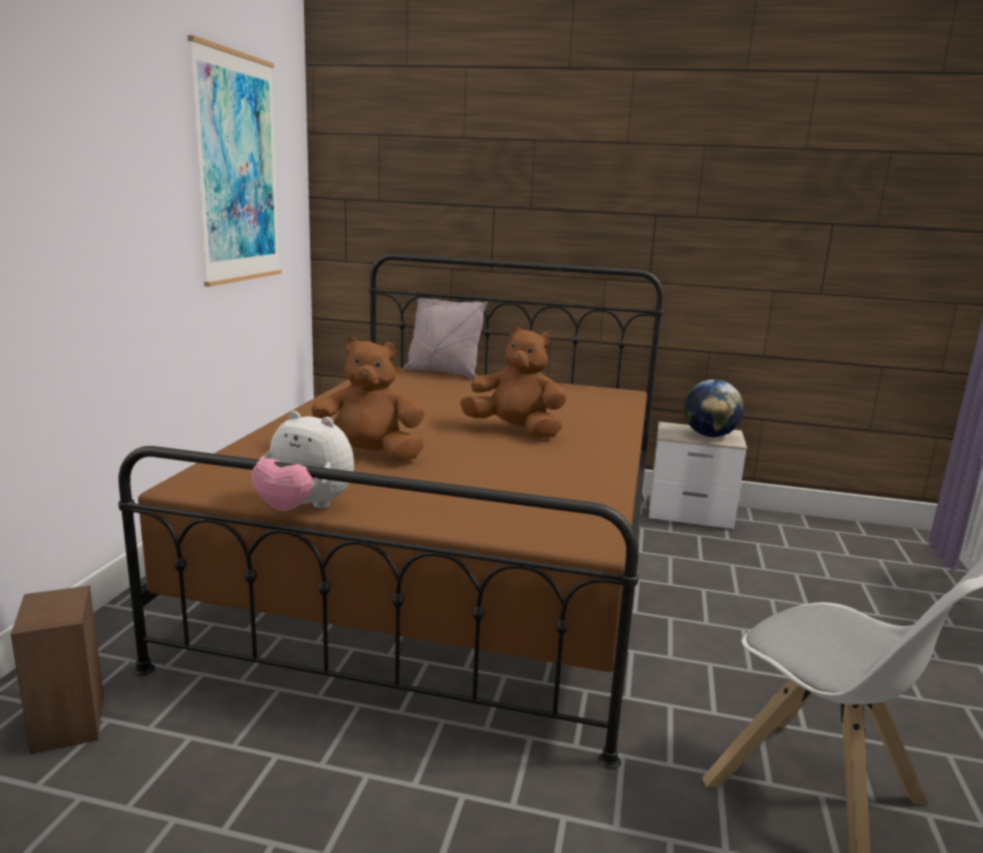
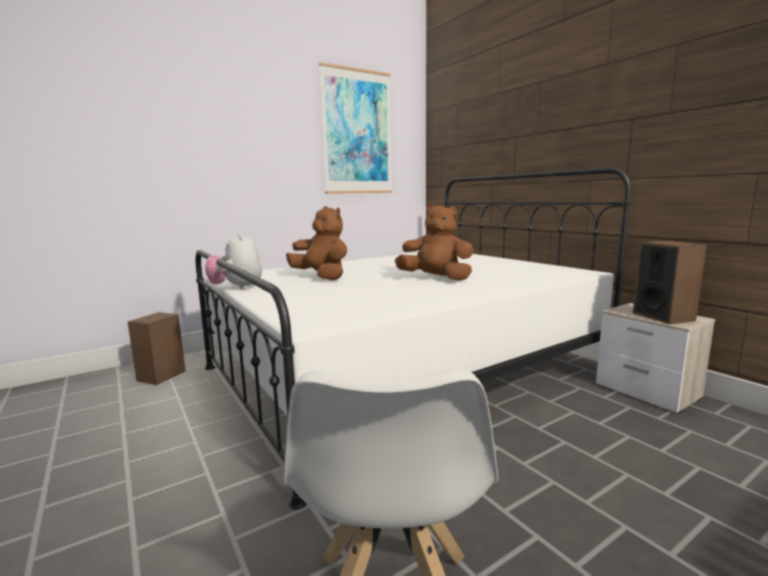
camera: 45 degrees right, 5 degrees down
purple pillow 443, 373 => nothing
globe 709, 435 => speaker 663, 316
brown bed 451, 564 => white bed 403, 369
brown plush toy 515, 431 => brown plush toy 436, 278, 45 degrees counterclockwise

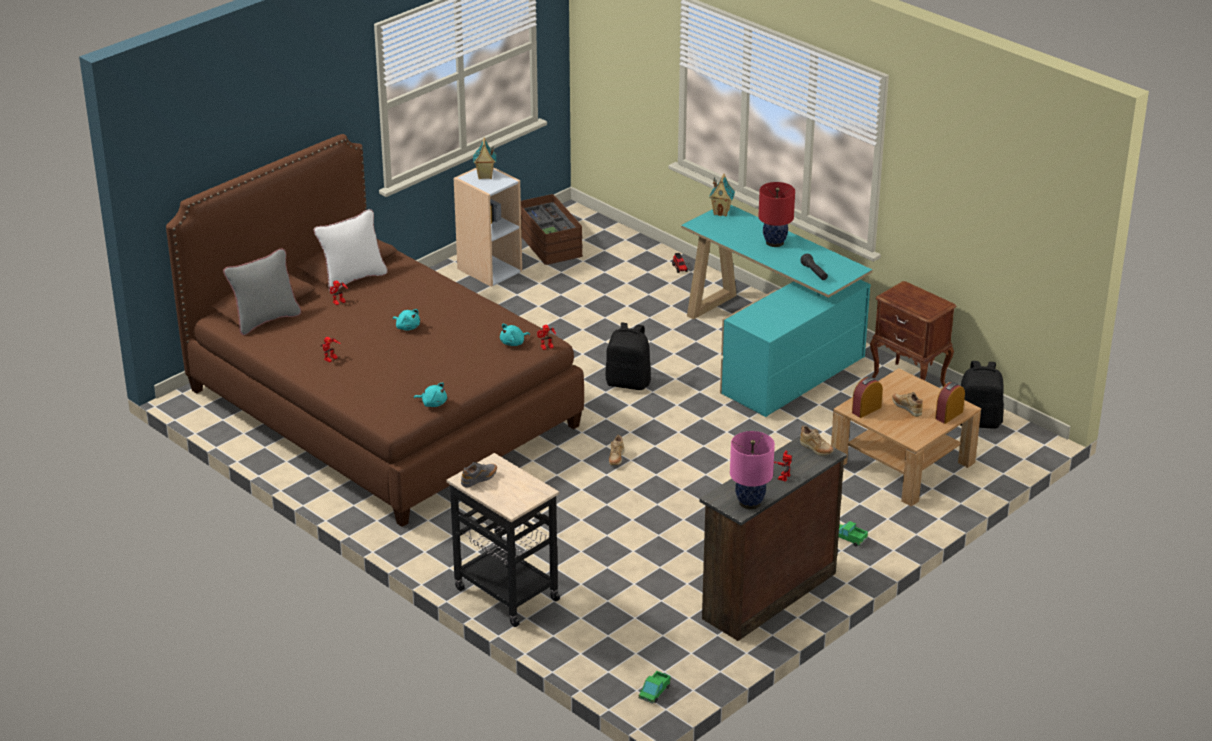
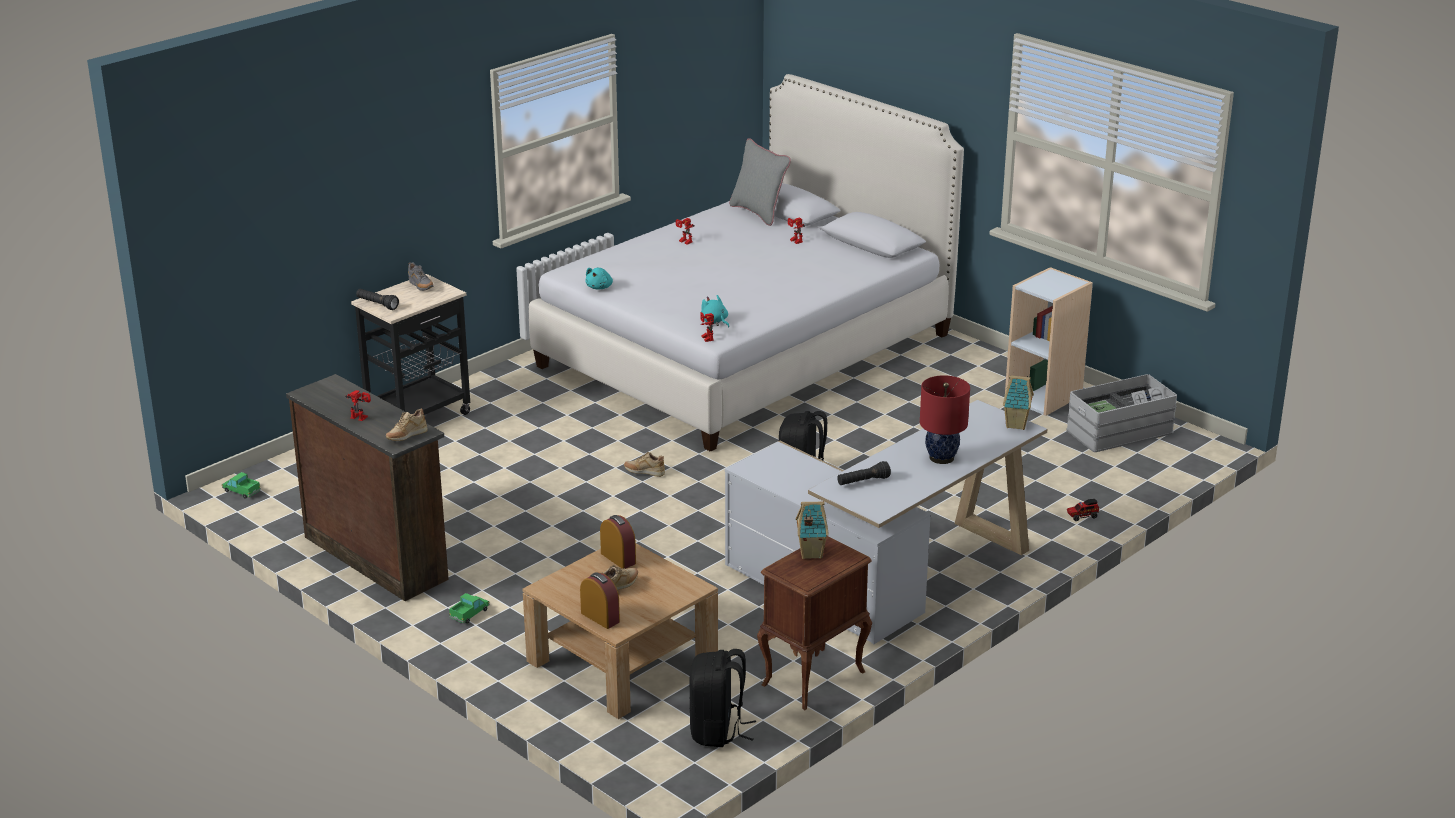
camera: 90 degrees right, 5 degrees down
white pillow 353, 279 => nothing
turquoise plush toy 407, 327 => nothing
pink table lamp 750, 502 => nothing
nothing => black flashlight 377, 304
toy house 485, 176 => toy house 810, 553, move
brown bed 381, 408 => white bed 746, 349
brown storage box 548, 243 => grey storage box 1119, 430
turquoise desk 771, 350 => white desk 885, 576

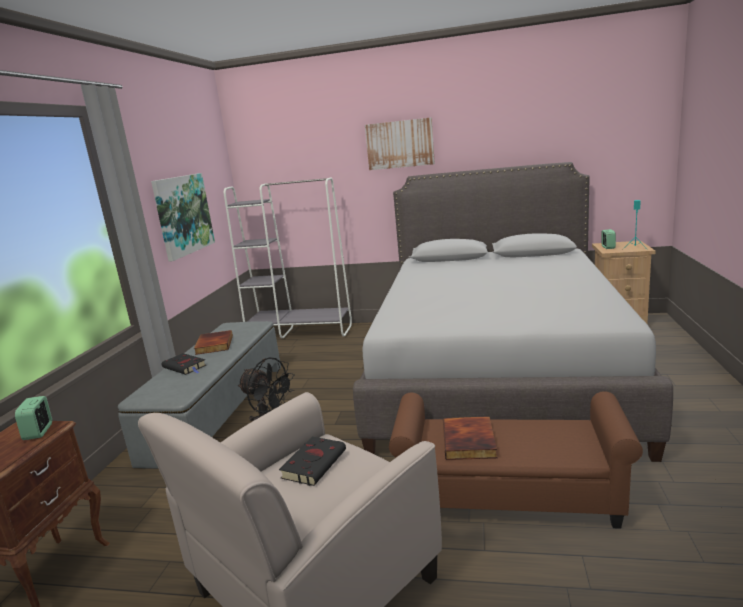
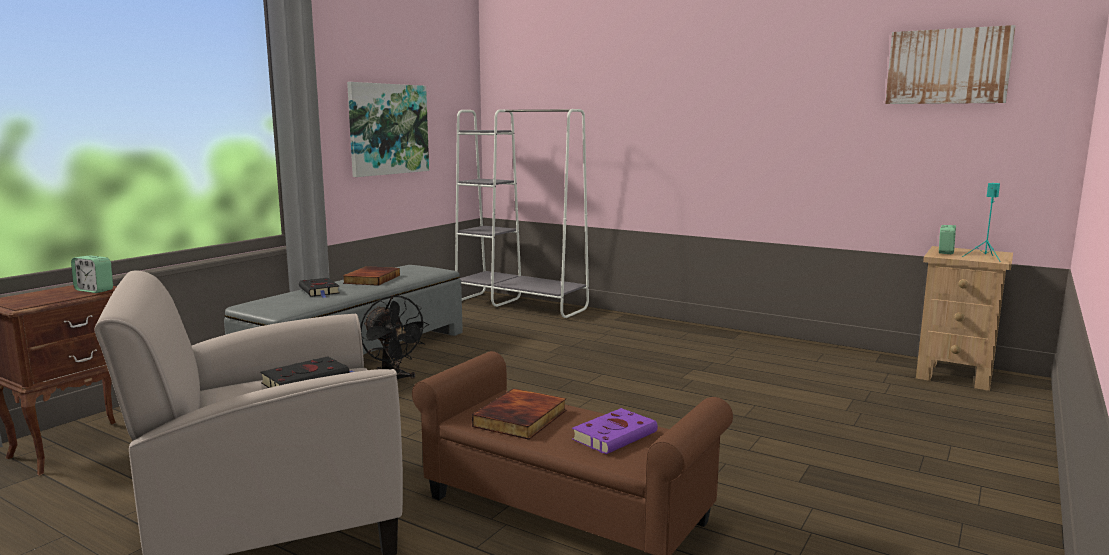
camera: 20 degrees right, 5 degrees down
grey bed 497, 371 => nothing
nothing => purple book 616, 435
picture 400, 144 => picture 947, 66, move
alarm clock 39, 432 => alarm clock 94, 290, 75 degrees counterclockwise

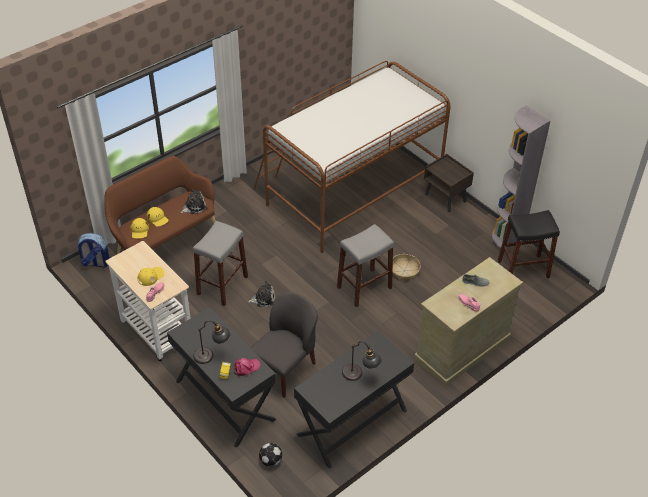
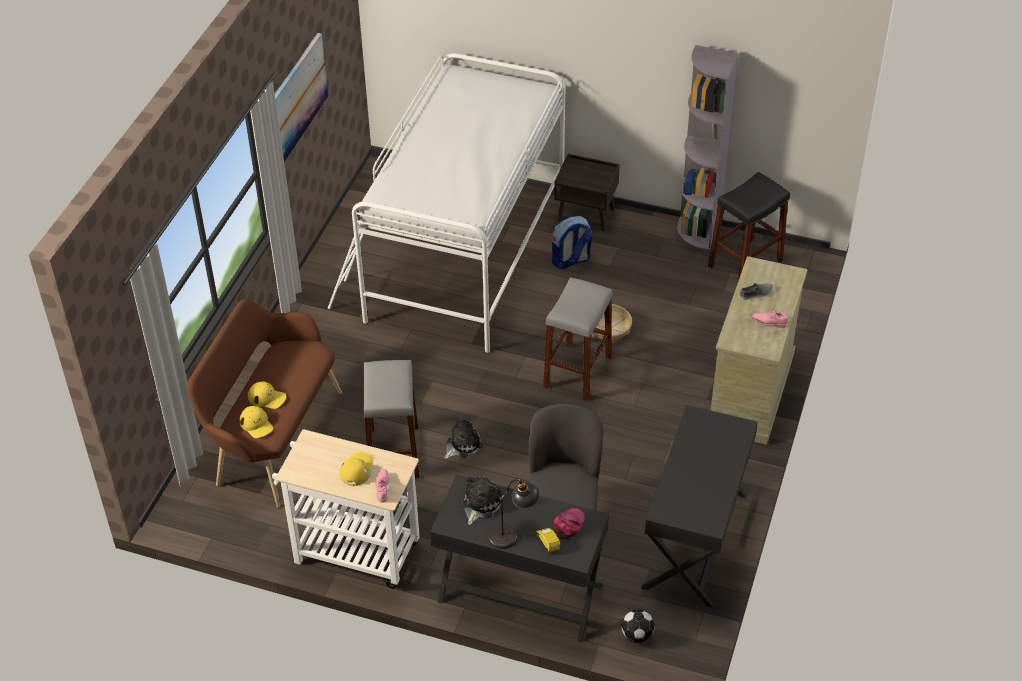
camera: 30 degrees left, 0 degrees up
grey table lamp 360, 375 => nothing
nothing => picture 297, 98
backpack 95, 263 => backpack 571, 261, move
plush toy 194, 206 => plush toy 480, 504, move
brown bed 351, 193 => white bed 463, 258

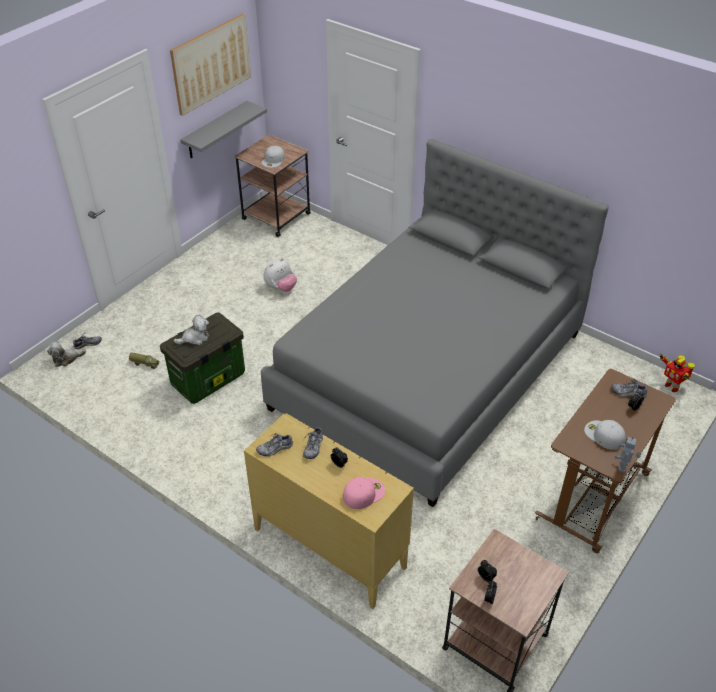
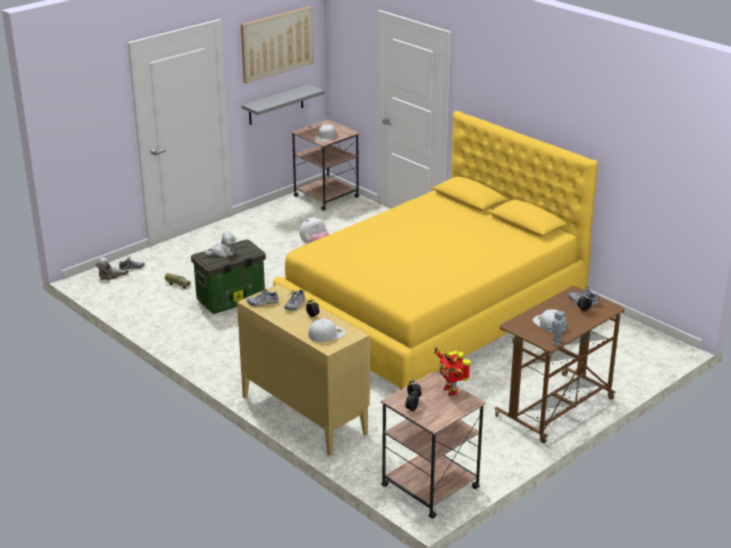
camera: 10 degrees right, 15 degrees down
toy robot 671, 386 => toy robot 451, 390, move
grey bed 429, 370 => yellow bed 433, 312
pink cap 364, 493 => white cap 327, 333

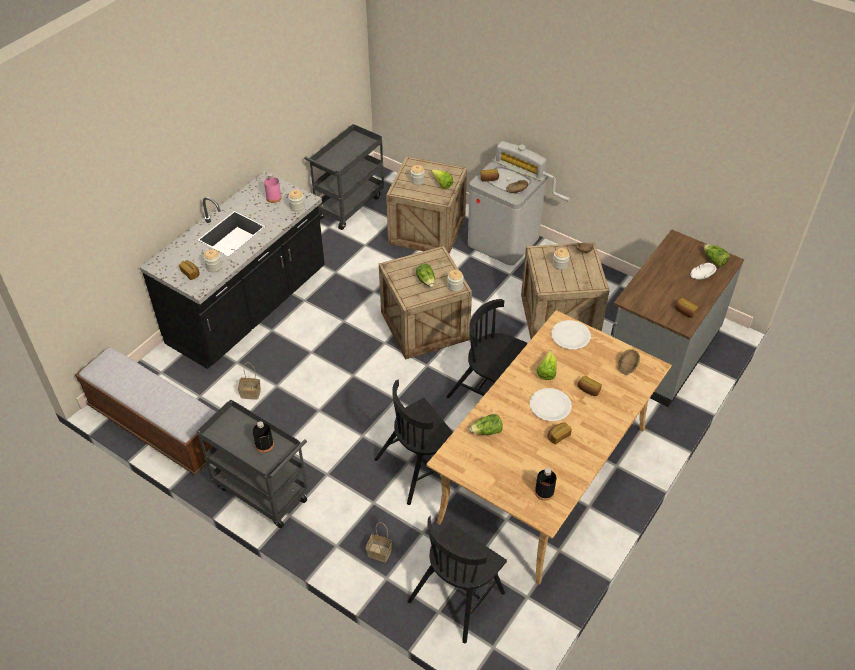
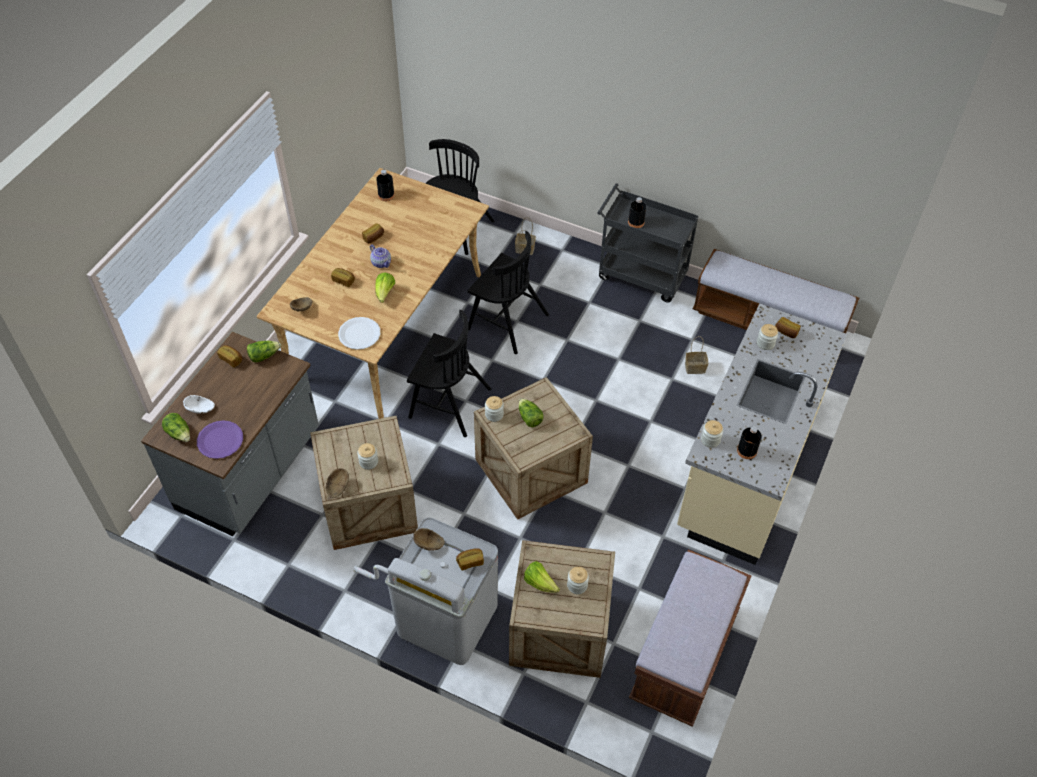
camera: 170 degrees right, 5 degrees up
nothing => purple plate 220, 440
lettuce 487, 431 => lettuce 264, 355, move
grey cart 348, 209 => brown bench 684, 656
white plate 550, 405 => teapot 381, 262
black counter 249, 308 => beige counter 746, 468
pink bottle 273, 198 => black bottle 747, 450
black chair 421, 465 => black chair 504, 320, 75 degrees clockwise

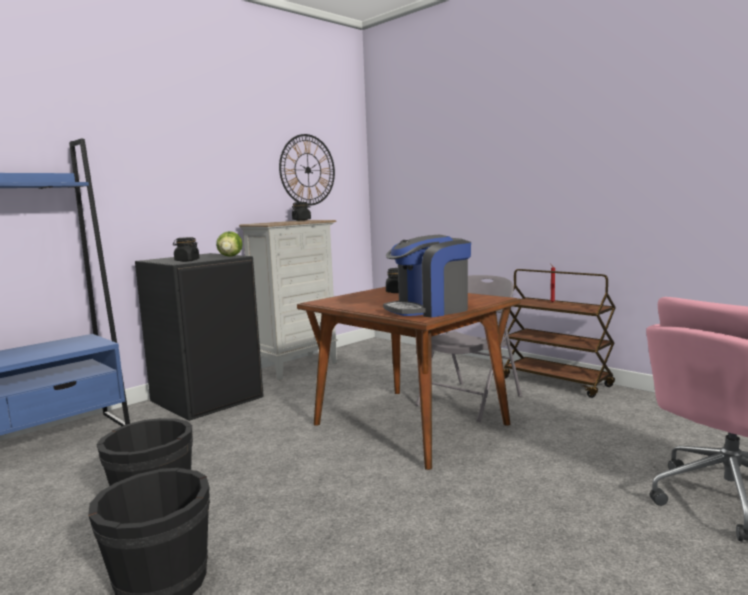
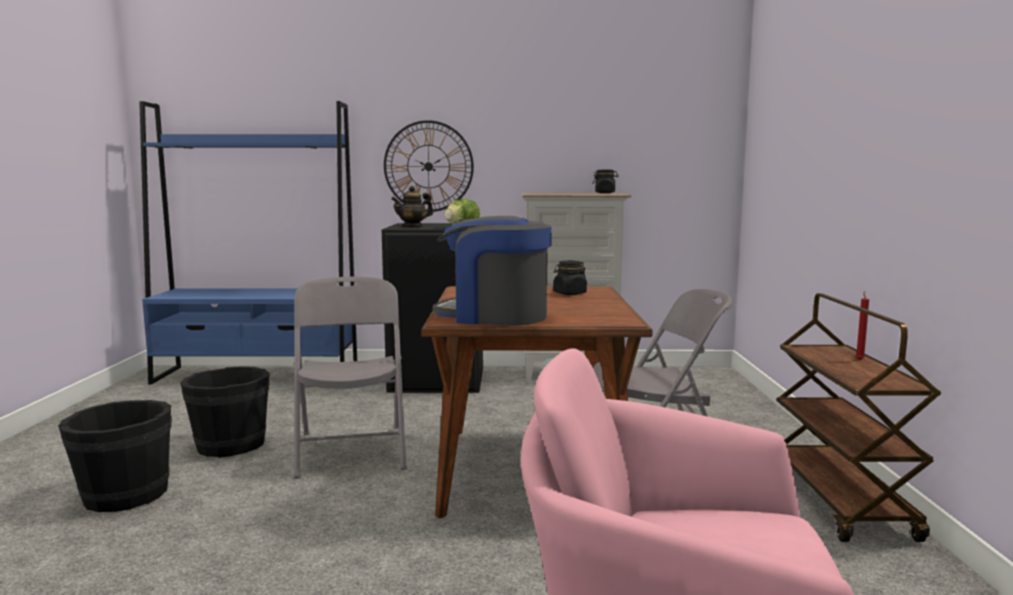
camera: 45 degrees right, 0 degrees up
nothing => grey chair 352, 451
wall clock 307, 170 => wall clock 428, 166, move
black jar 187, 261 => teapot 413, 227

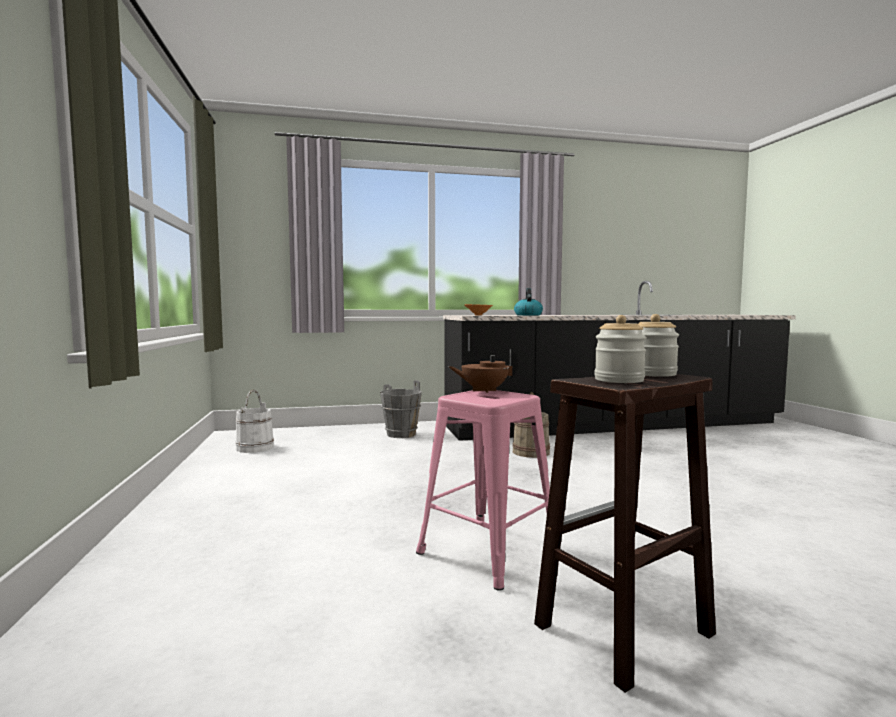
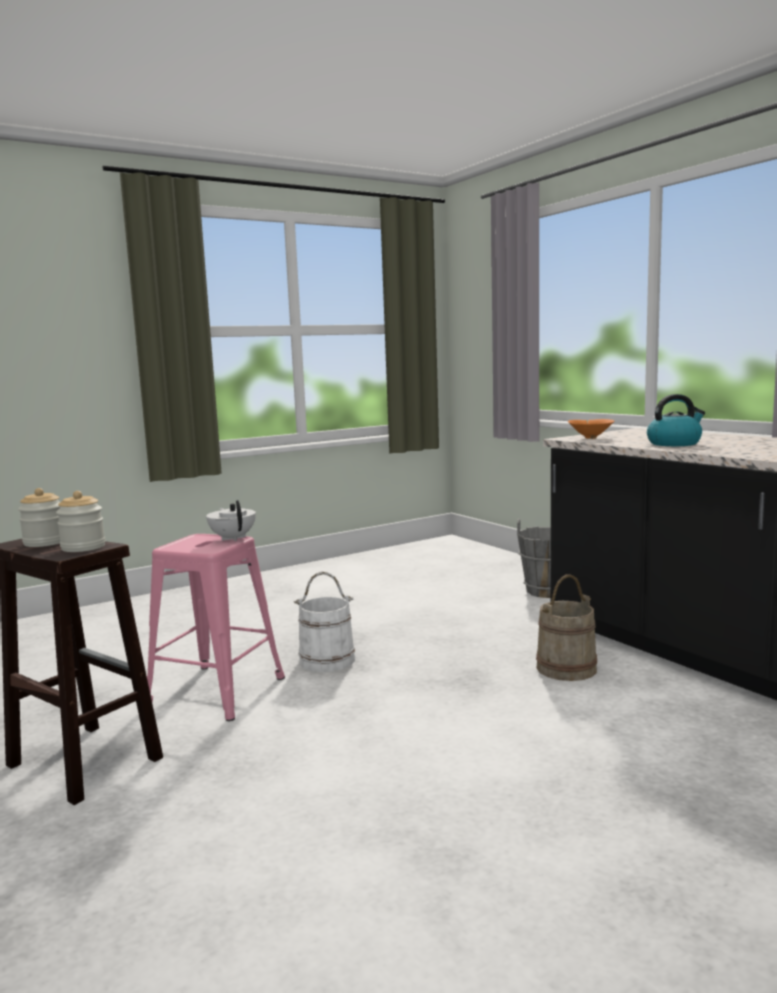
camera: 70 degrees right, 5 degrees up
white bucket 254, 447 => white bucket 327, 660, move
brown teapot 484, 390 => white teapot 233, 538

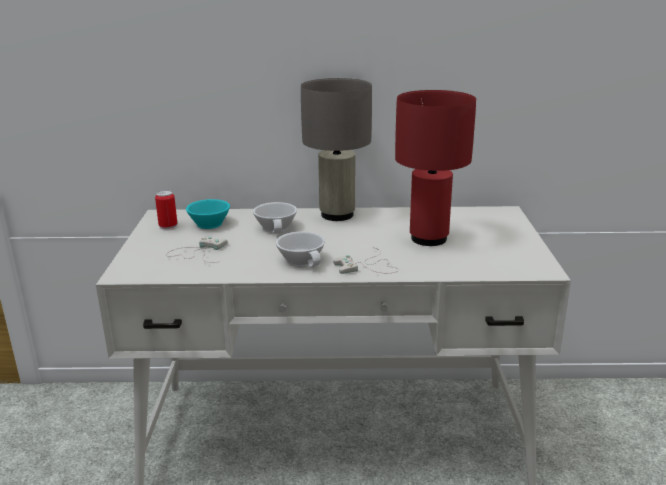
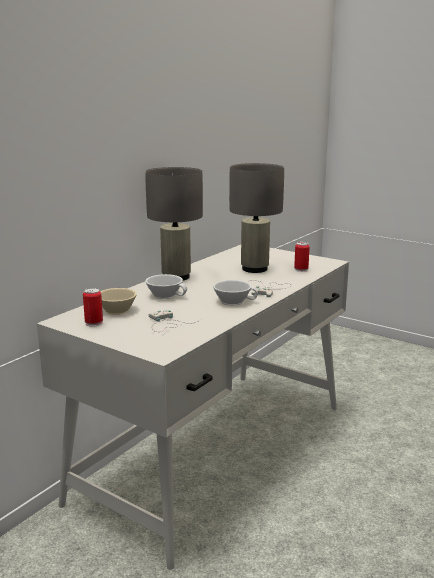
camera: 55 degrees left, 5 degrees down
nothing => can 301, 269
turquoise cup 207, 224 => beige cup 115, 311
red table lamp 427, 238 => grey table lamp 254, 269

